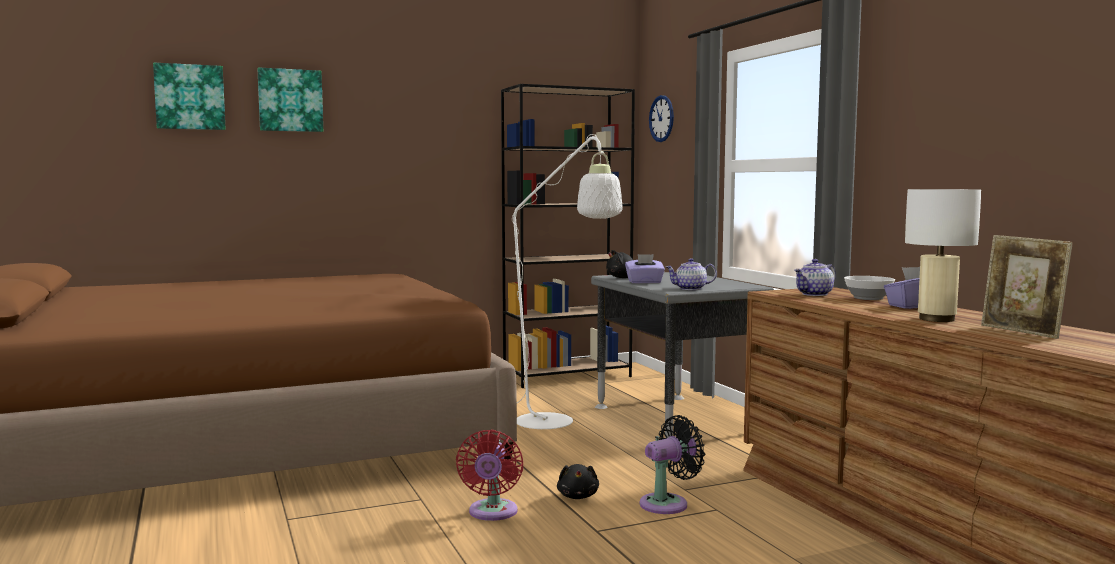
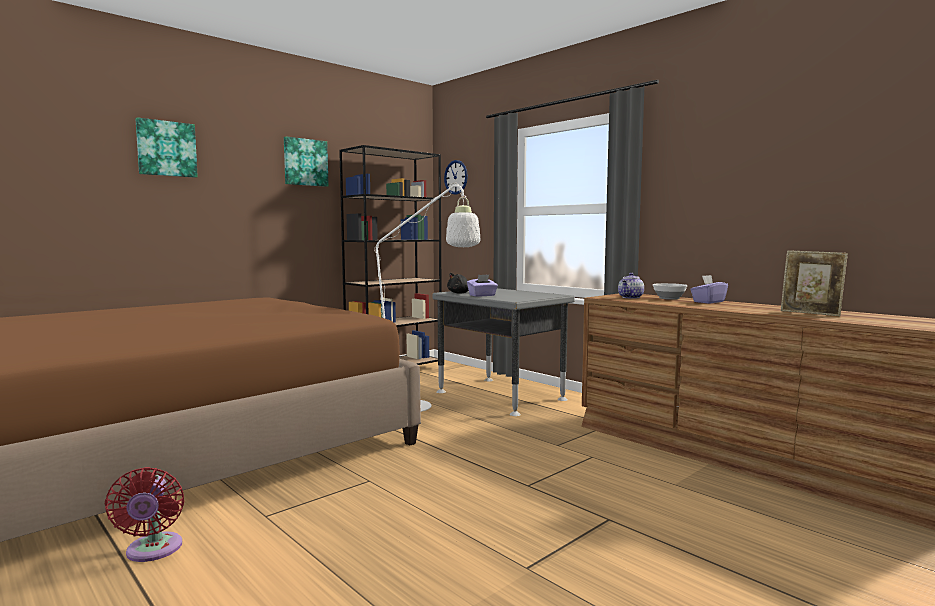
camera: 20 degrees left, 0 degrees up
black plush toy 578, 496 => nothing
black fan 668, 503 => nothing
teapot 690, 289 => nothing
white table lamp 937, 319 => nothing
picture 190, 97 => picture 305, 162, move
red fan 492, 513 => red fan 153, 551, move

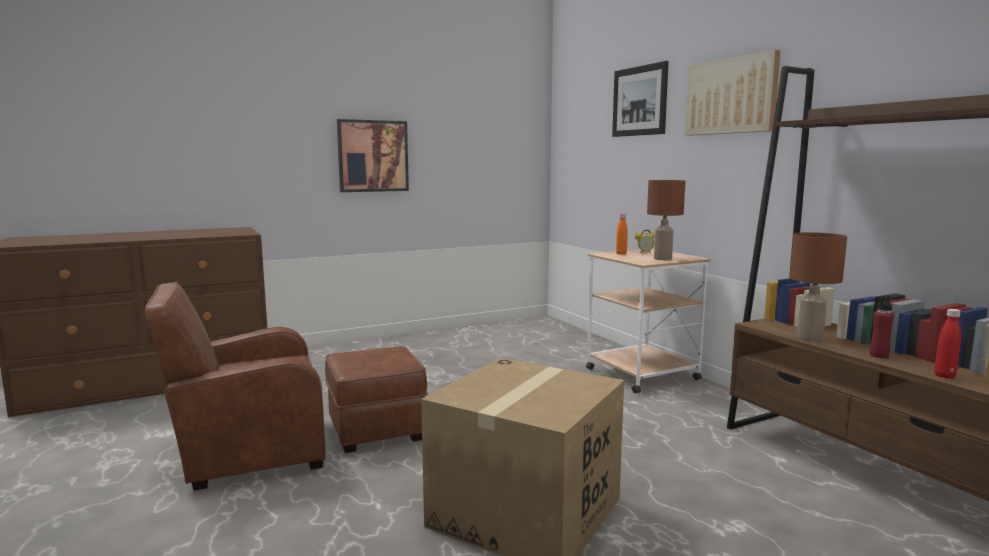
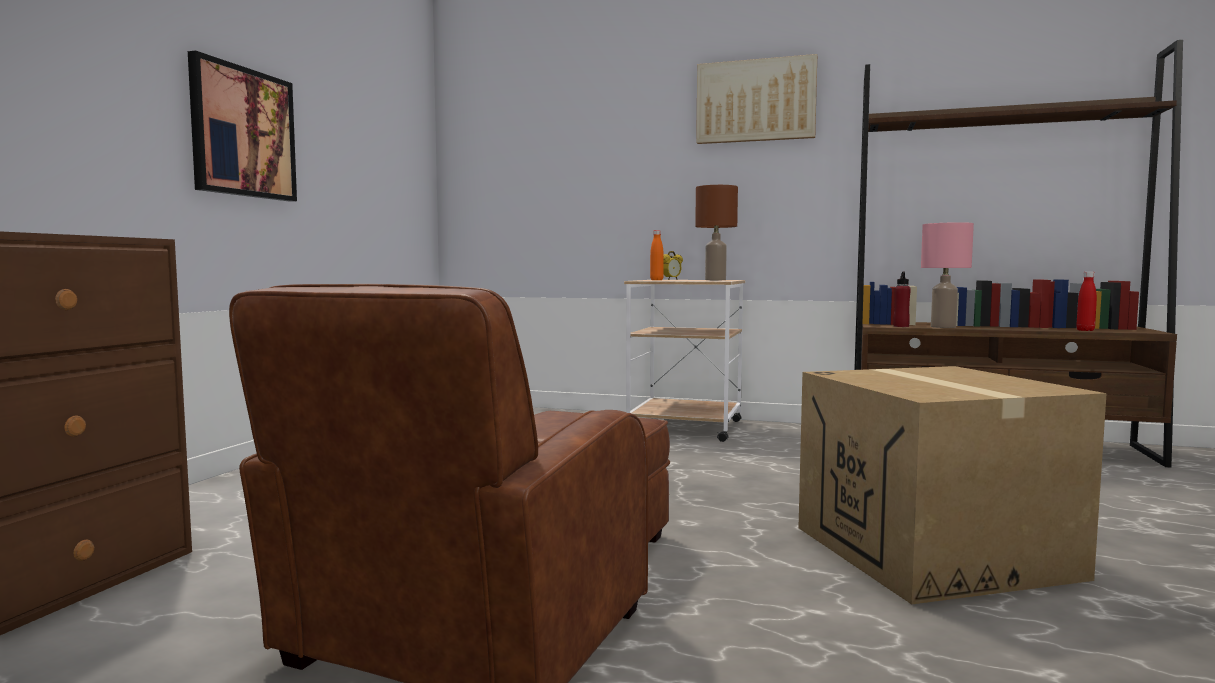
camera: 45 degrees left, 5 degrees down
picture 639, 101 => nothing
red bottle 878, 355 => red bottle 901, 326, move
brown table lamp 810, 338 => pink table lamp 943, 327

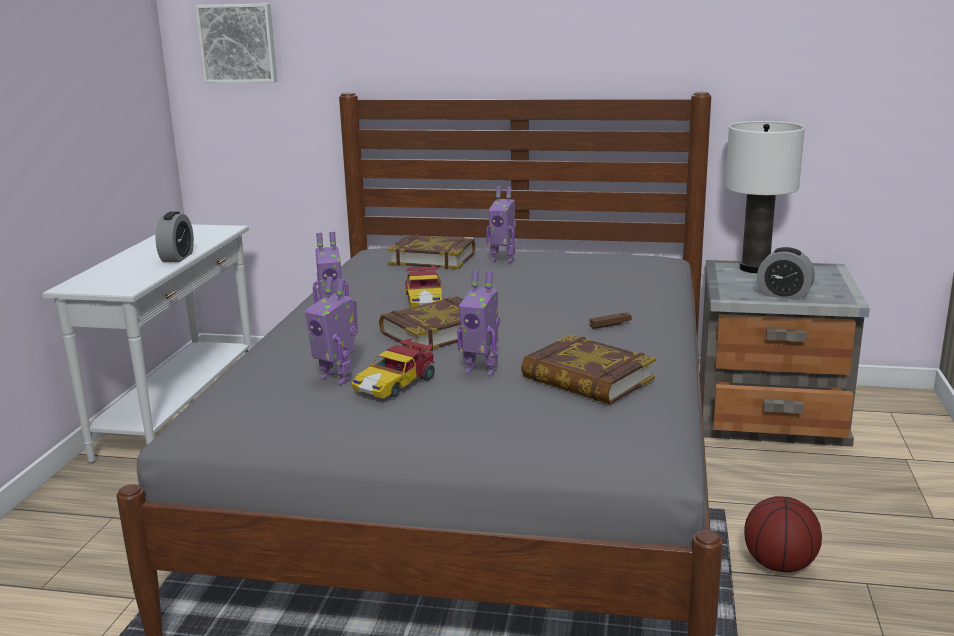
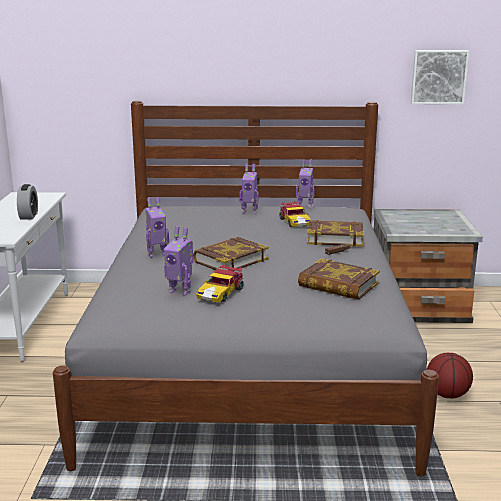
camera: 10 degrees left, 0 degrees up
white table lamp 754, 268 => nothing
alarm clock 783, 295 => nothing
picture 238, 43 => picture 438, 77, move
book 432, 258 => book 335, 238, move
toy car 424, 300 => toy car 294, 222, move
toy robot 481, 370 => toy robot 305, 206, move

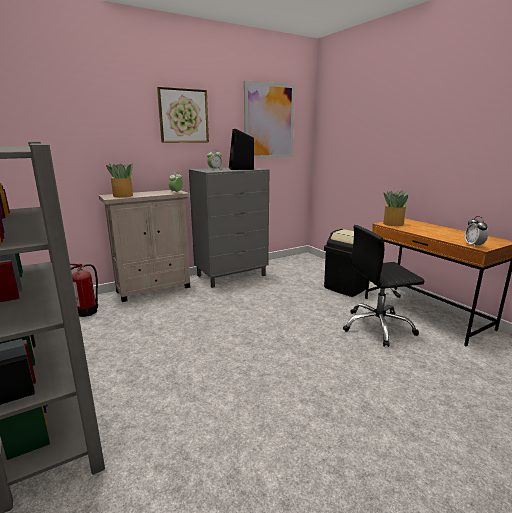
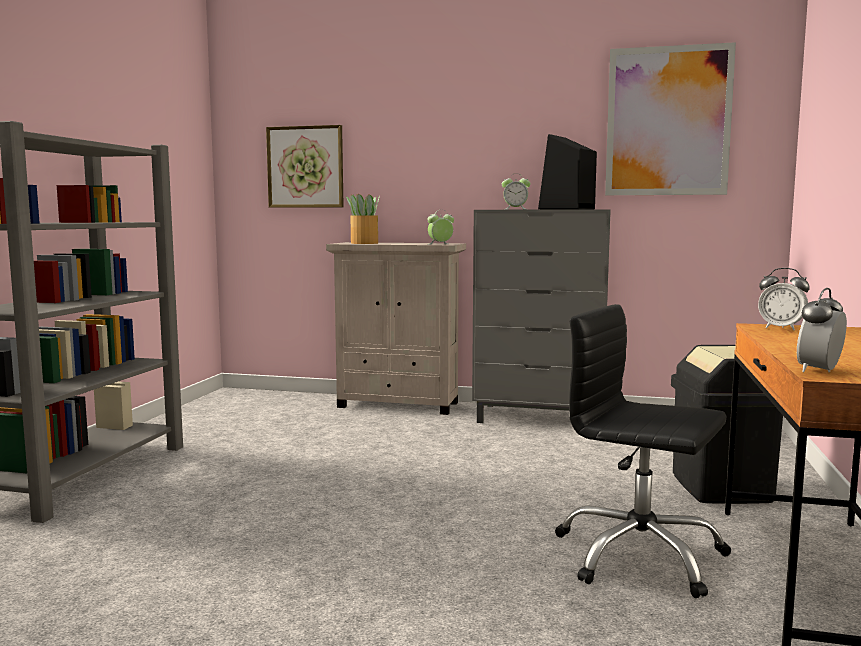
camera: 45 degrees right, 10 degrees down
fire extinguisher 88, 311 => nothing
picture 183, 116 => picture 305, 167, move
potted plant 392, 224 => alarm clock 781, 328

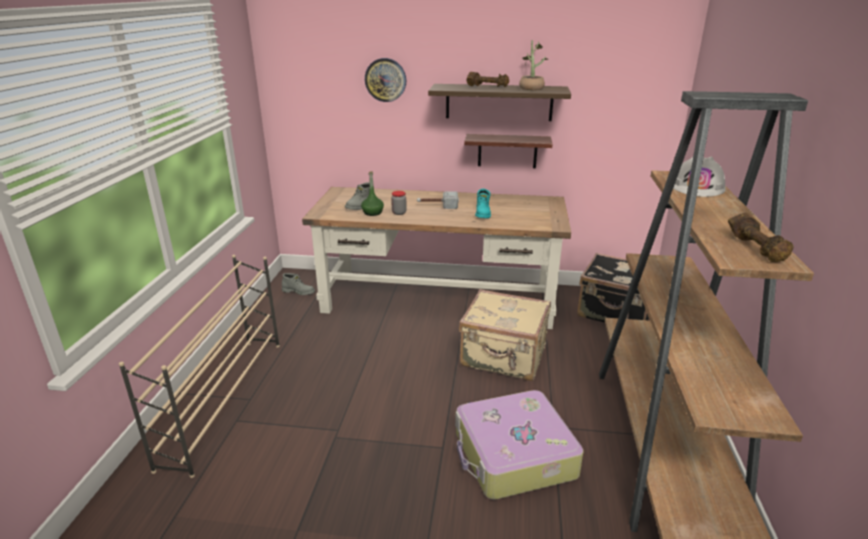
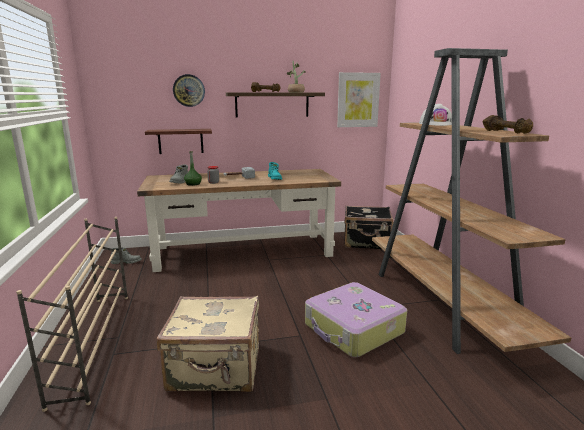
camera: 20 degrees left, 10 degrees down
nothing => picture 358, 100
beige suitcase 504, 357 => beige suitcase 216, 369, move
shelf 507, 151 => shelf 180, 141, move

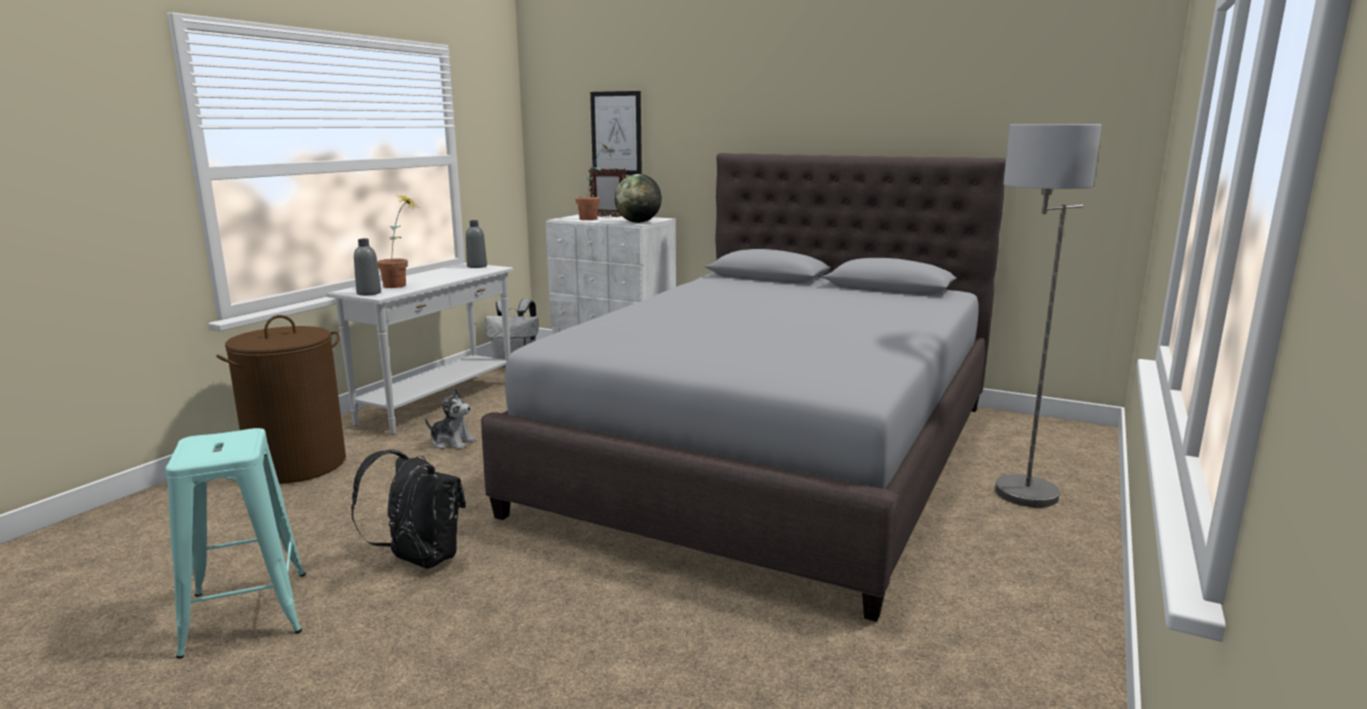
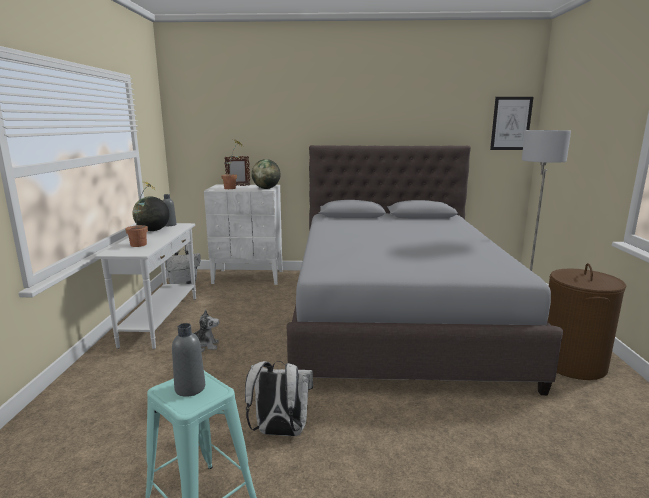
camera: 25 degrees left, 0 degrees up
nothing => globe 153, 230
brown laundry basket 297, 465 => brown laundry basket 572, 363, move
grey bottle 369, 293 => grey bottle 190, 388, move
picture 616, 133 => picture 511, 123, move
black backpack 419, 561 => white backpack 279, 432

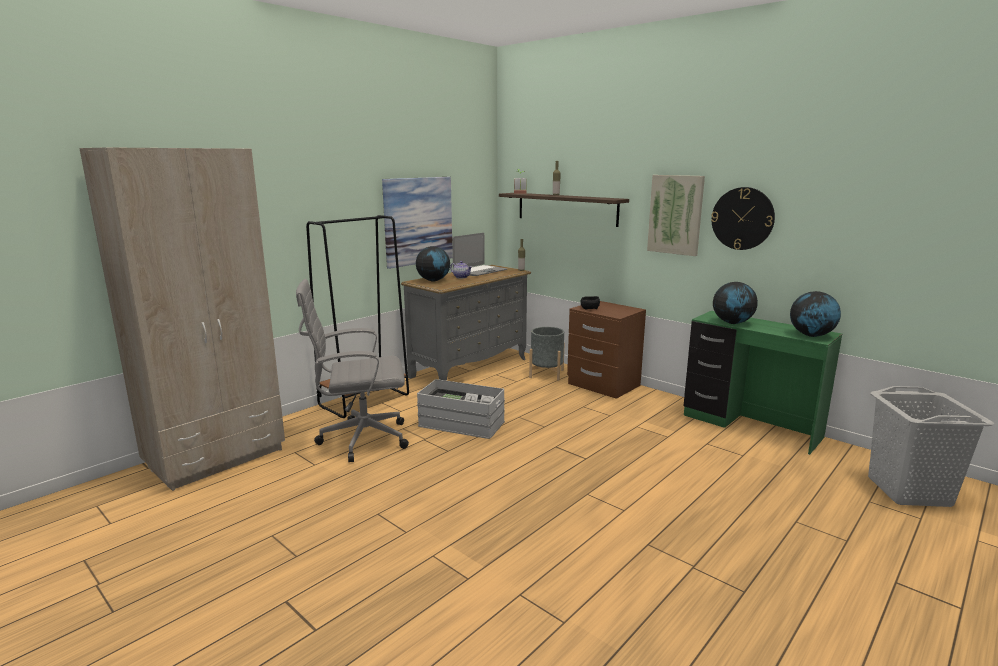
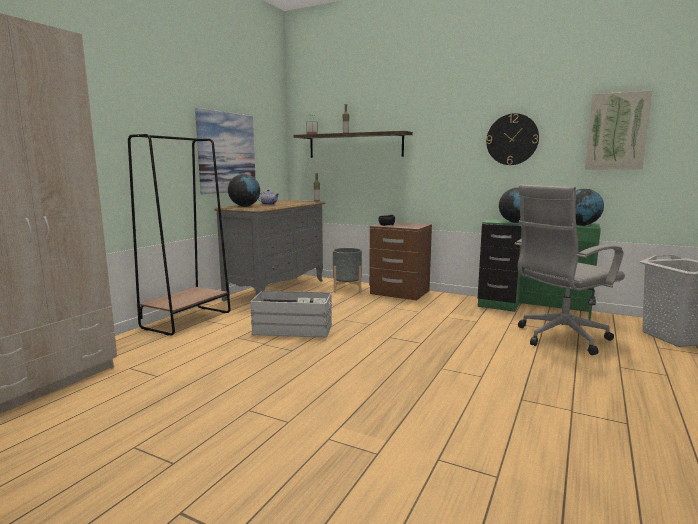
camera: 15 degrees left, 5 degrees down
laptop 480, 271 => nothing
grey office chair 360, 440 => grey office chair 559, 338, move
picture 675, 214 => picture 617, 131, move

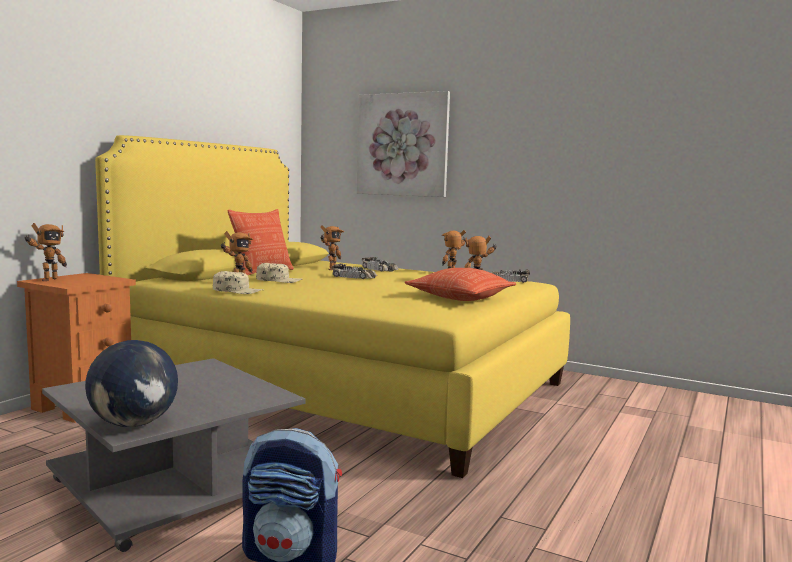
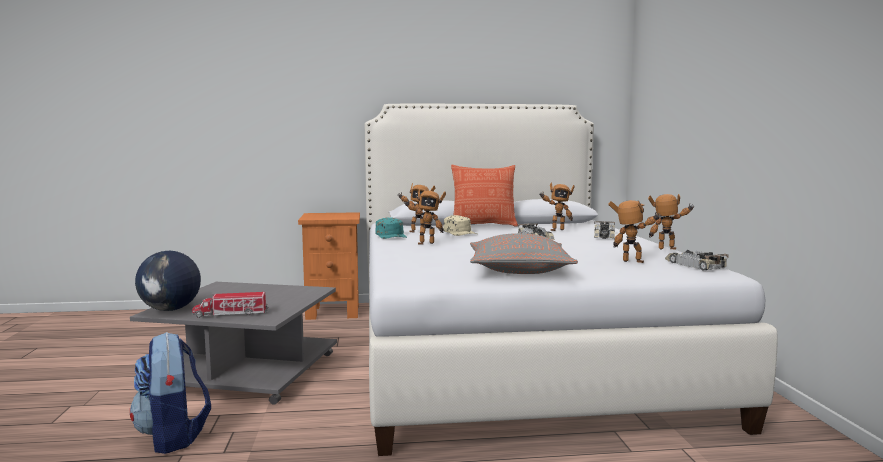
camera: 55 degrees right, 0 degrees up
picture 402, 145 => nothing
nothing => toy truck 231, 314
toy robot 47, 280 => toy robot 425, 243, move
yellow bed 342, 385 => white bed 511, 351
beige cap 238, 290 => turquoise cap 391, 235
orange pillow 460, 298 => grey pillow 519, 270

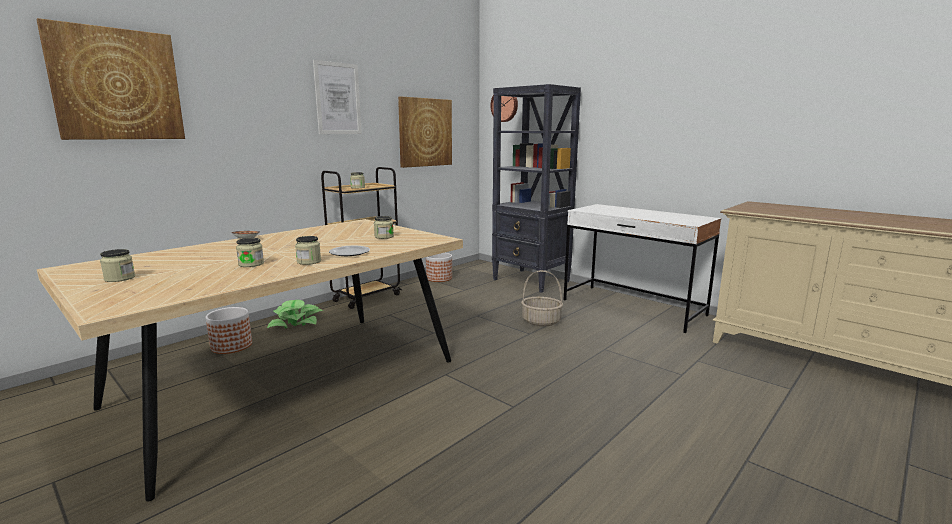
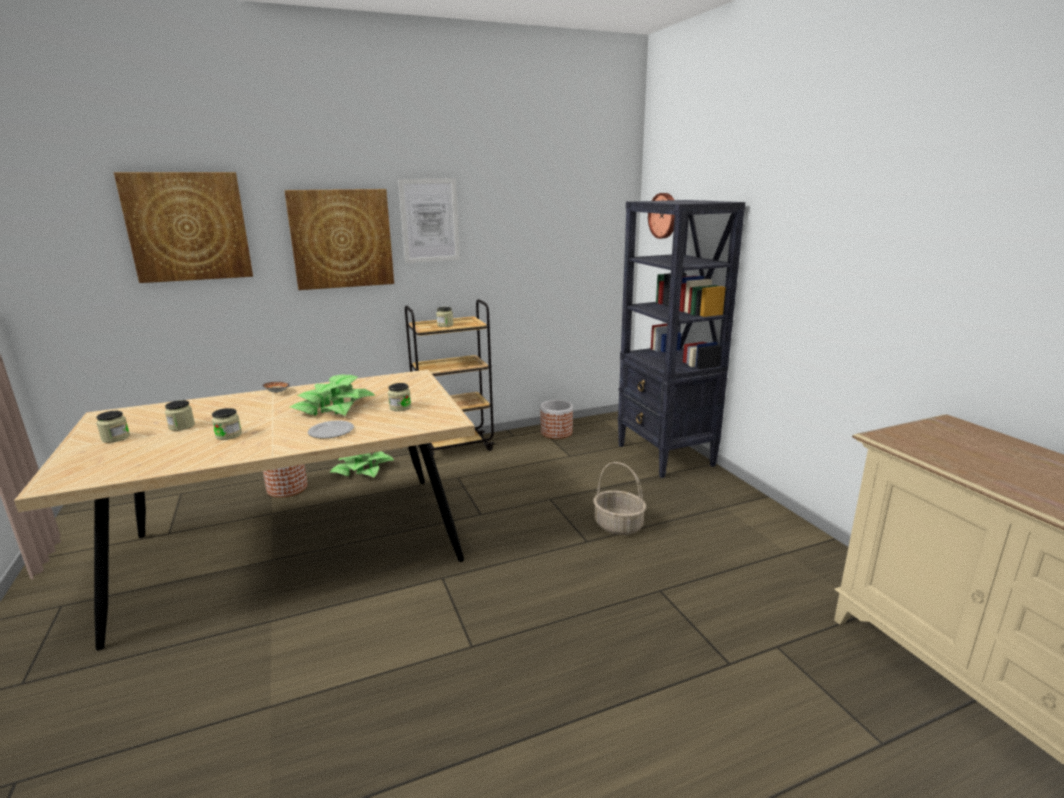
camera: 25 degrees right, 5 degrees up
white desk 632, 308 => nothing
nothing => potted plant 334, 408
jar 309, 262 => jar 182, 426, move
picture 425, 132 => picture 341, 239, move

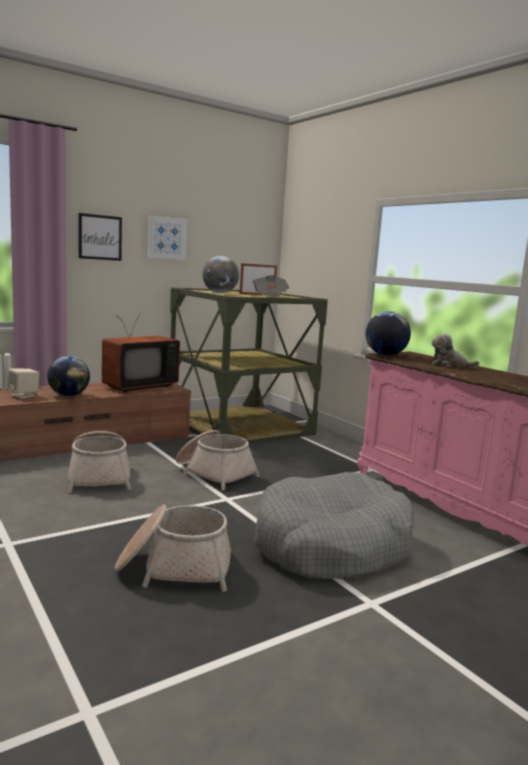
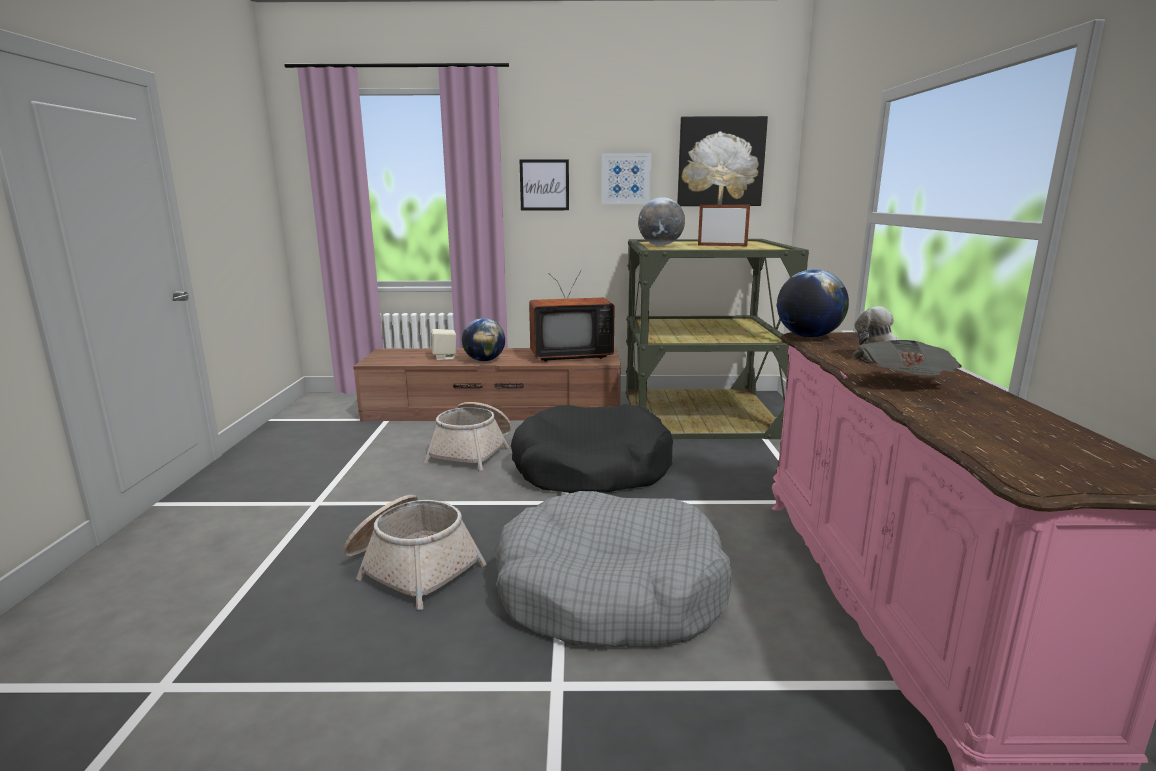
camera: 35 degrees right, 5 degrees up
nothing => picture 720, 162
newspaper 270, 297 => newspaper 906, 383, move
basket 214, 473 => black dog bed 591, 468

